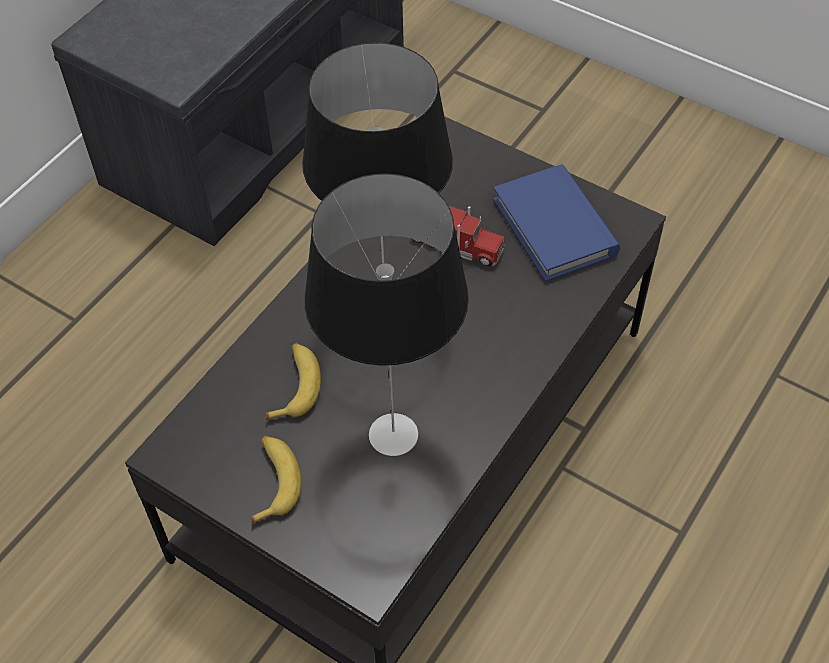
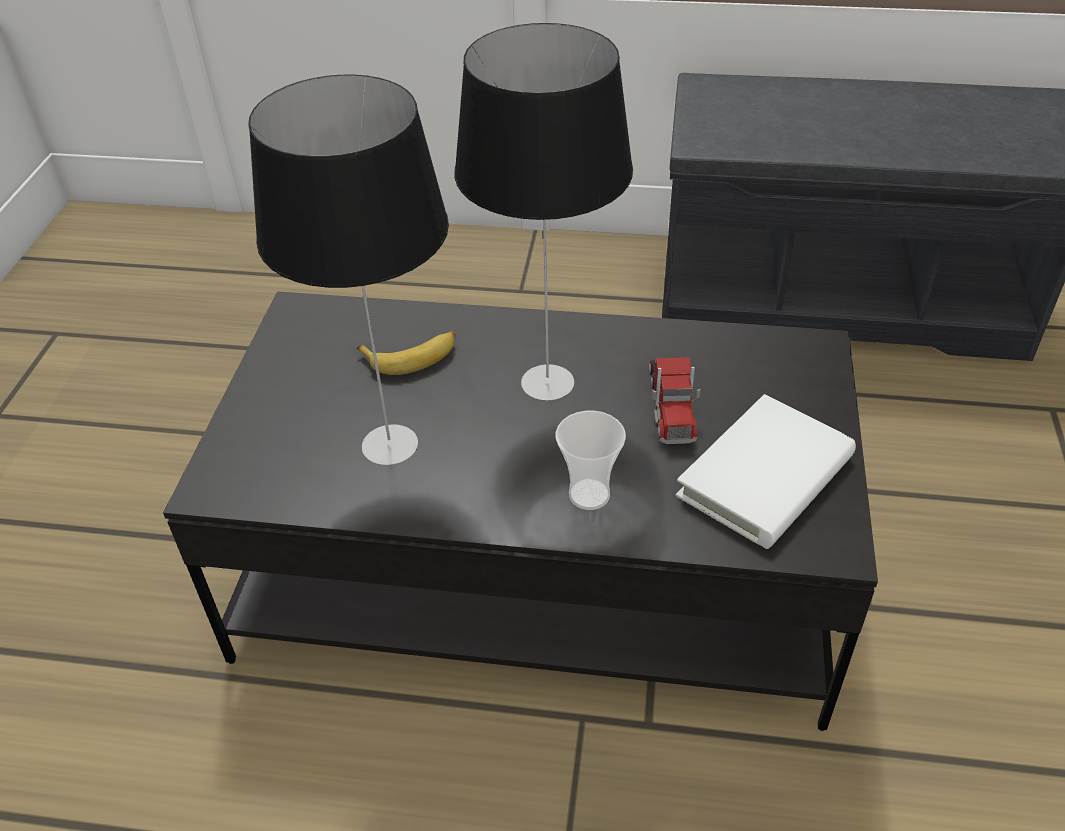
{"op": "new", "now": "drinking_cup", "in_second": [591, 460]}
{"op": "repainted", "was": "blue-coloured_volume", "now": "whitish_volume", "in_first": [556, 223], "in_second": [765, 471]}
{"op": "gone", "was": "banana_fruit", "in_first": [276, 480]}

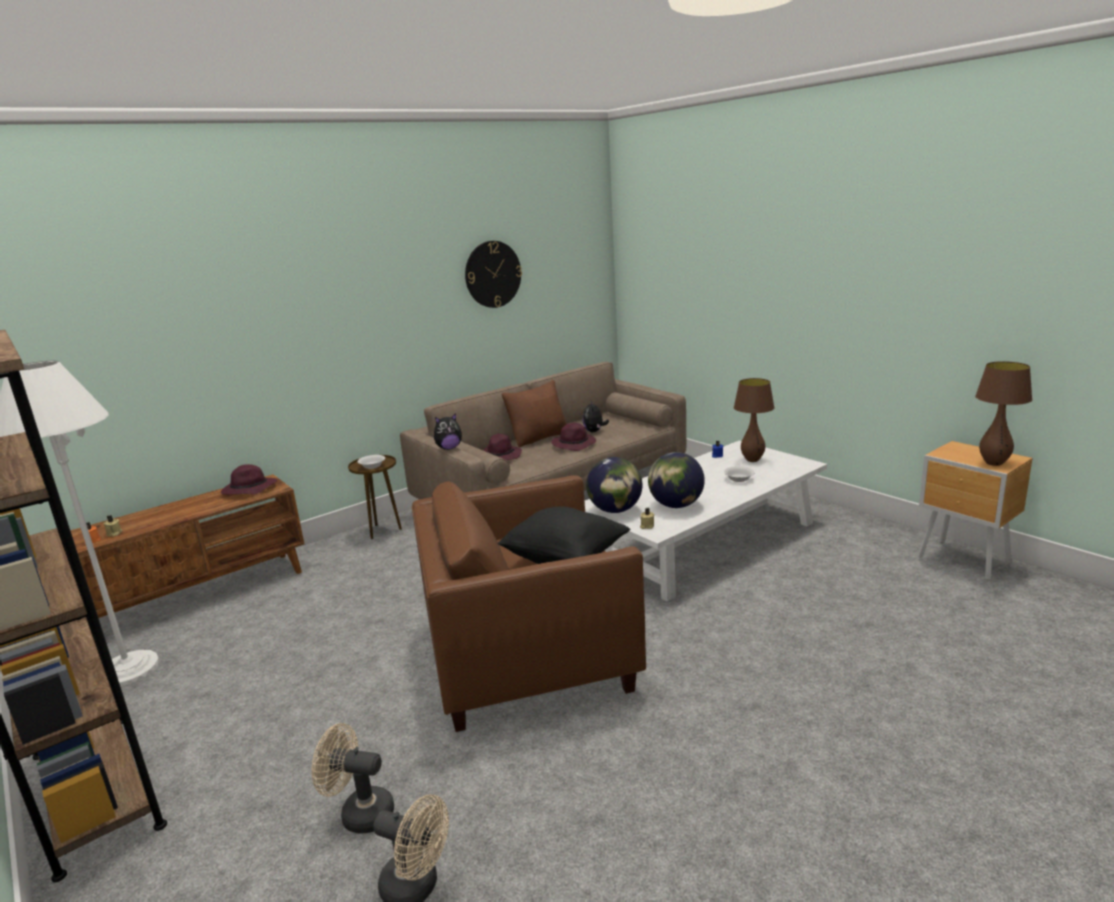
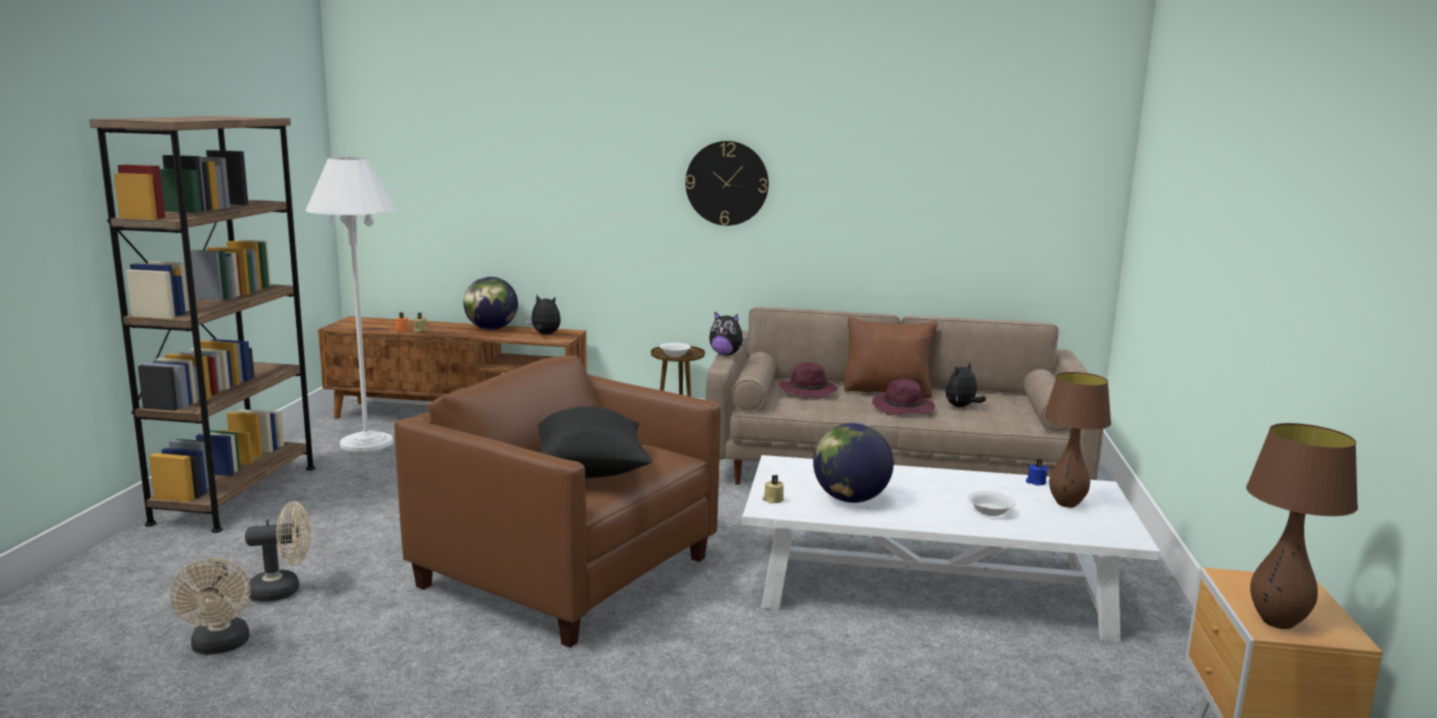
{"op": "rotated", "was": "beige-coloured_cooling_fan", "in_first": [353, 778], "in_second": [278, 551], "clockwise": 105}
{"op": "shifted", "was": "world_globe", "in_first": [614, 485], "in_second": [491, 303]}
{"op": "swapped", "was": "purple_hat", "now": "plush_toy", "in_first": [249, 479], "in_second": [543, 314]}
{"op": "shifted", "was": "hanging_clock", "in_first": [493, 274], "in_second": [727, 183]}

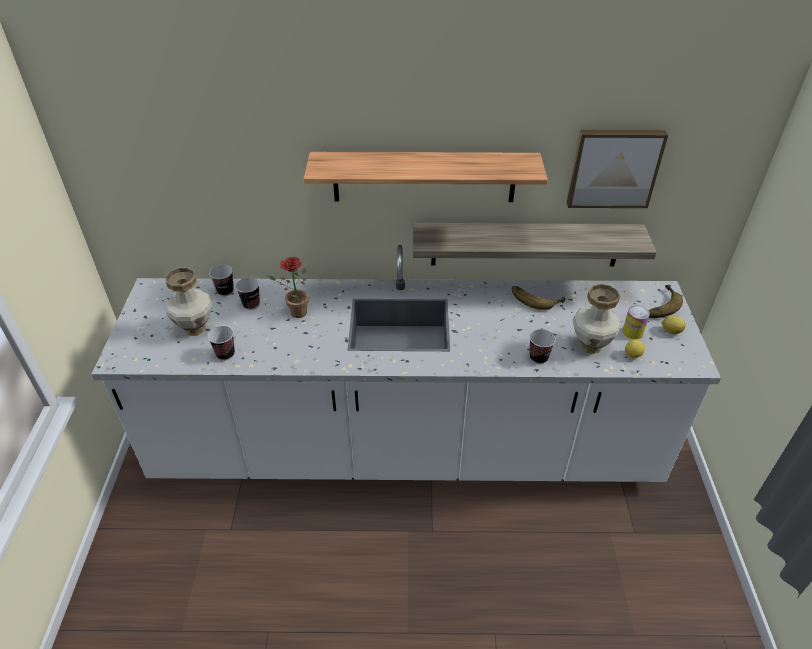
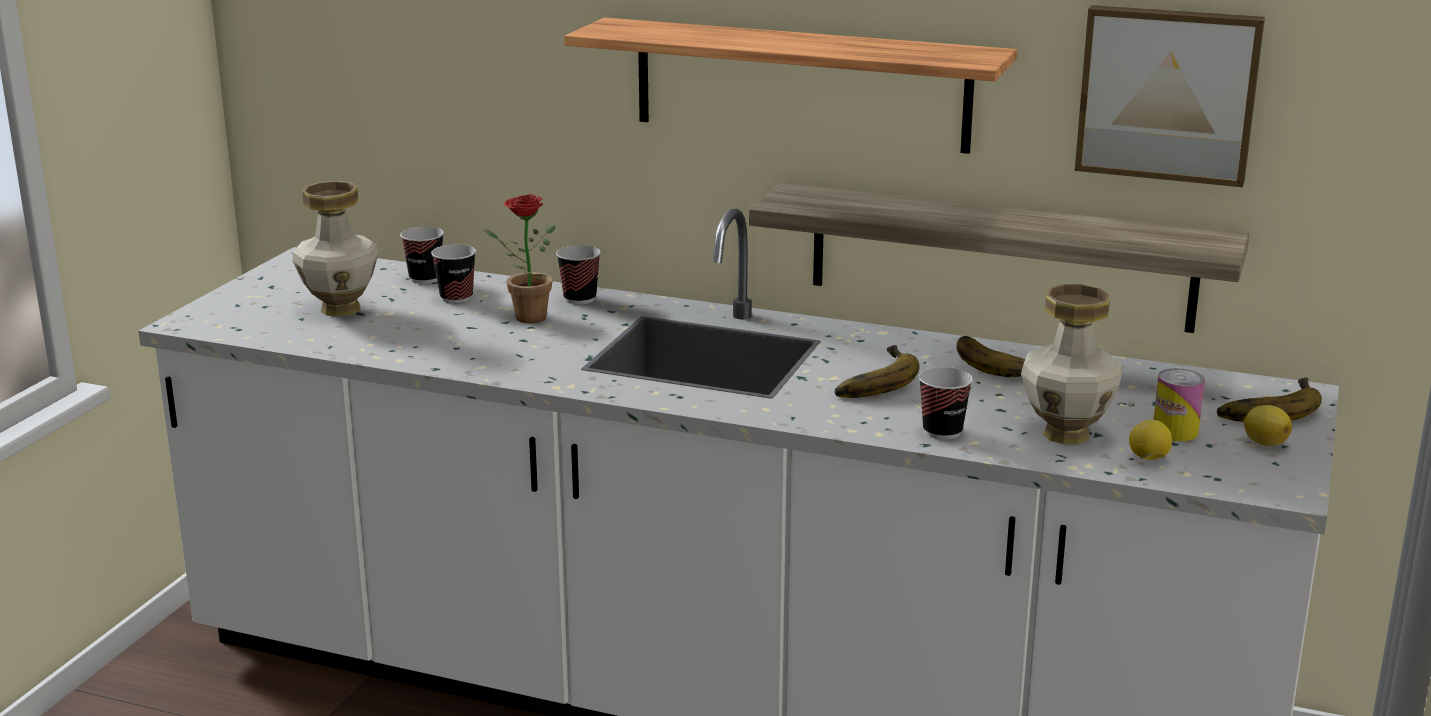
{"op": "shifted", "was": "drinking_cup", "in_first": [221, 343], "in_second": [578, 274]}
{"op": "new", "now": "banana_fruit", "in_second": [877, 371]}

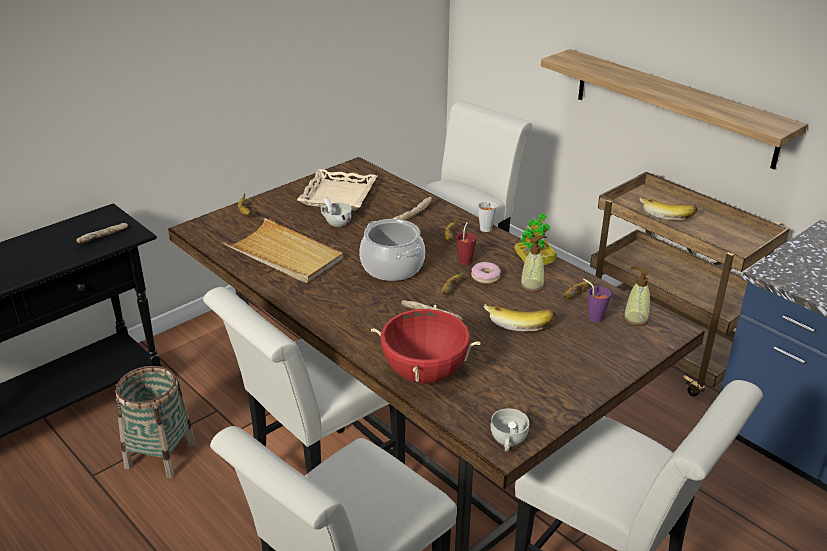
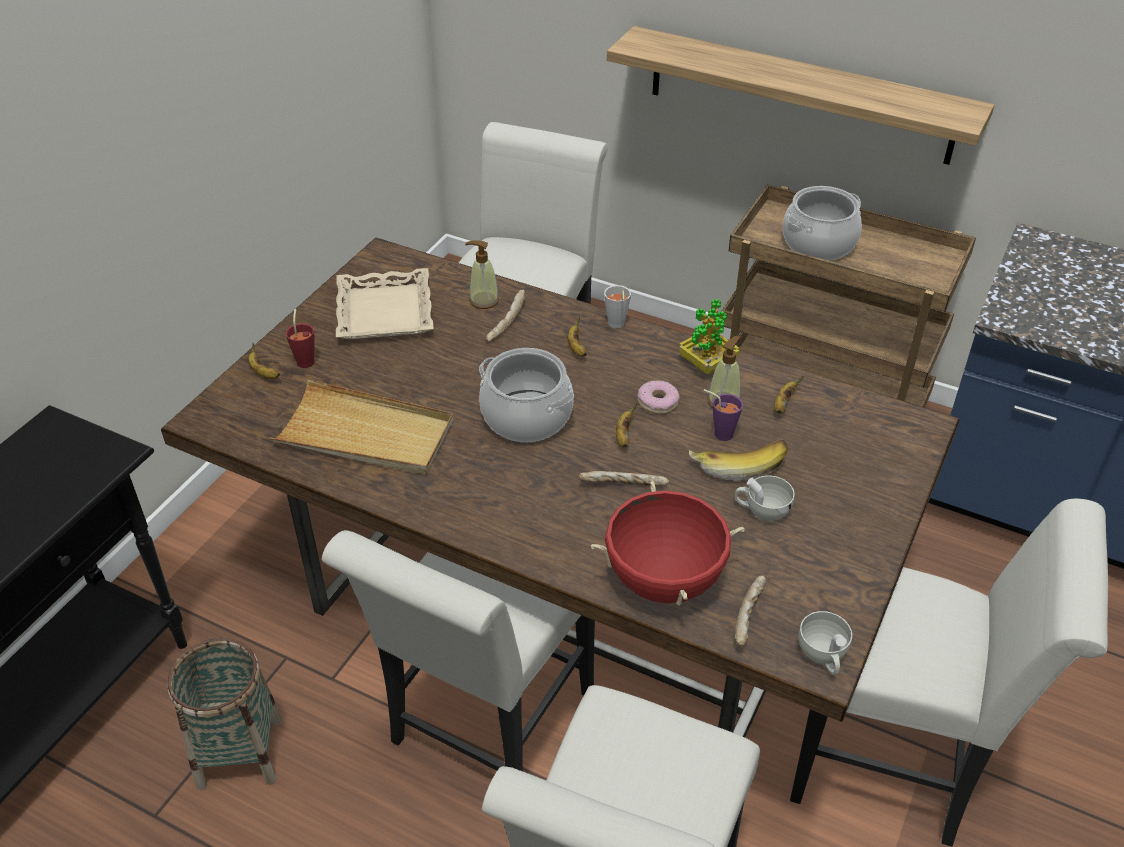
{"op": "shifted", "was": "red_drinking_cup", "in_first": [466, 243], "in_second": [300, 338]}
{"op": "shifted", "was": "liquid_soap_bottle", "in_first": [636, 296], "in_second": [482, 274]}
{"op": "shifted", "was": "purple_drinking_cup", "in_first": [597, 301], "in_second": [723, 415]}
{"op": "shifted", "was": "whitish_drinking_cup", "in_first": [336, 212], "in_second": [765, 498]}
{"op": "shifted", "was": "bread", "in_first": [102, 233], "in_second": [750, 611]}
{"op": "swapped", "was": "banana_fruit", "now": "cooking_pot", "in_first": [669, 208], "in_second": [822, 223]}

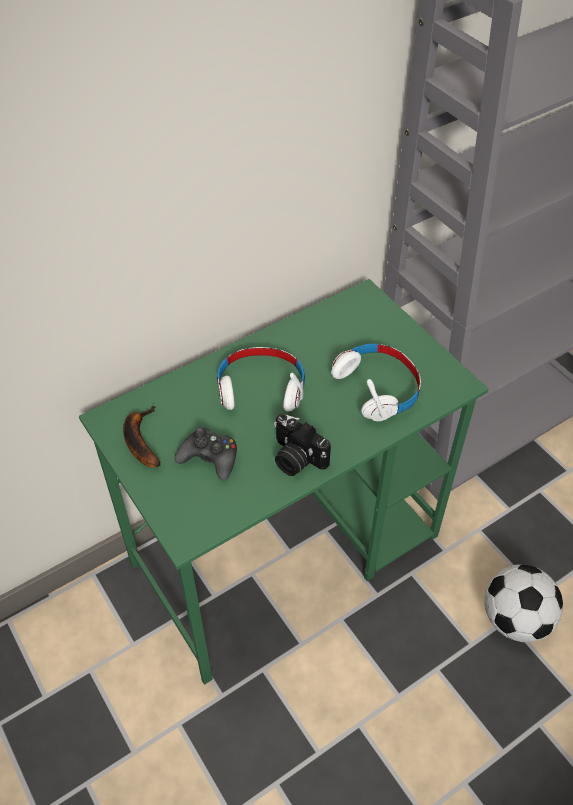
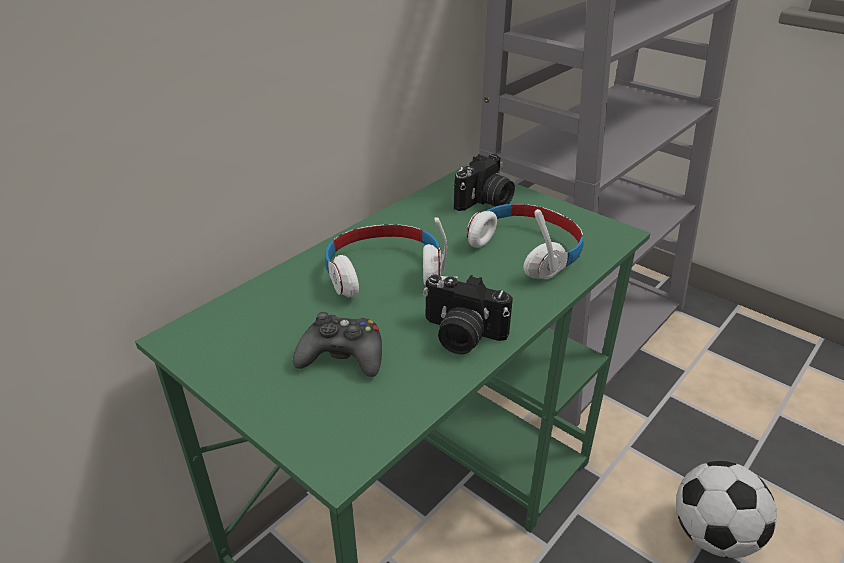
{"op": "new", "now": "still_camera", "in_second": [484, 182]}
{"op": "gone", "was": "banana_fruit", "in_first": [142, 437]}

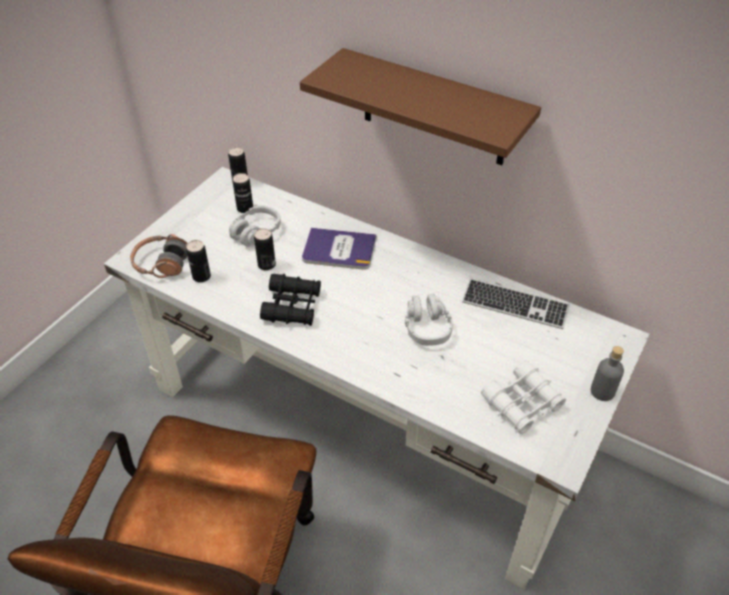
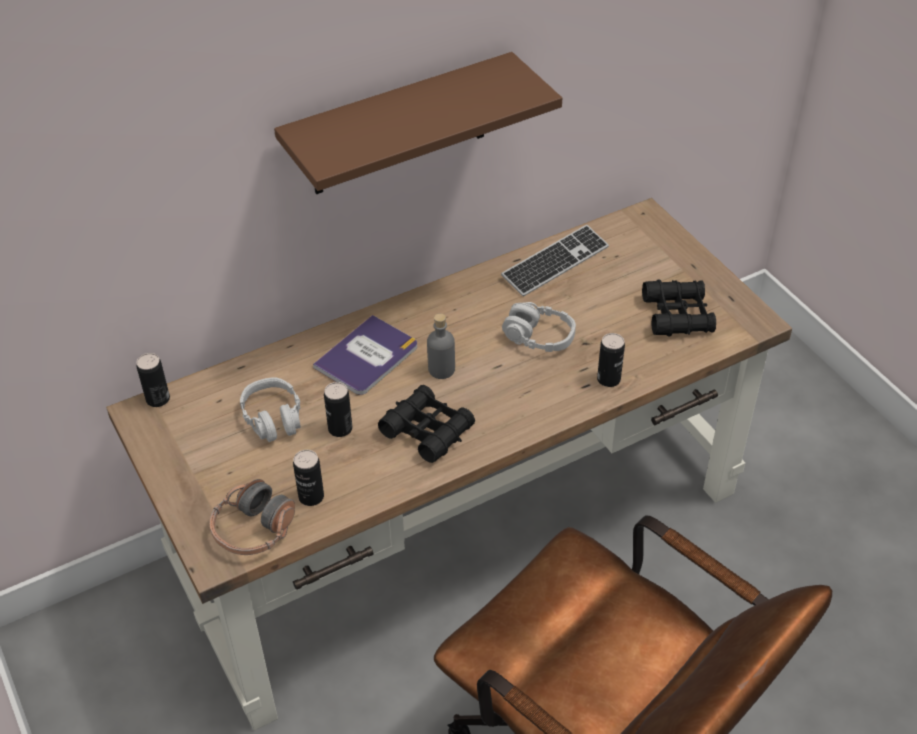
{"op": "repainted", "was": "whitish_desk_unit", "now": "brown_desk_unit", "in_first": [377, 378], "in_second": [449, 464]}
{"op": "shifted", "was": "greyish_drink_bottle", "in_first": [607, 373], "in_second": [441, 346]}
{"op": "shifted", "was": "sealed_can", "in_first": [243, 193], "in_second": [611, 360]}
{"op": "repainted", "was": "whitish_pair_of_binoculars", "now": "black_pair_of_binoculars", "in_first": [523, 397], "in_second": [679, 308]}

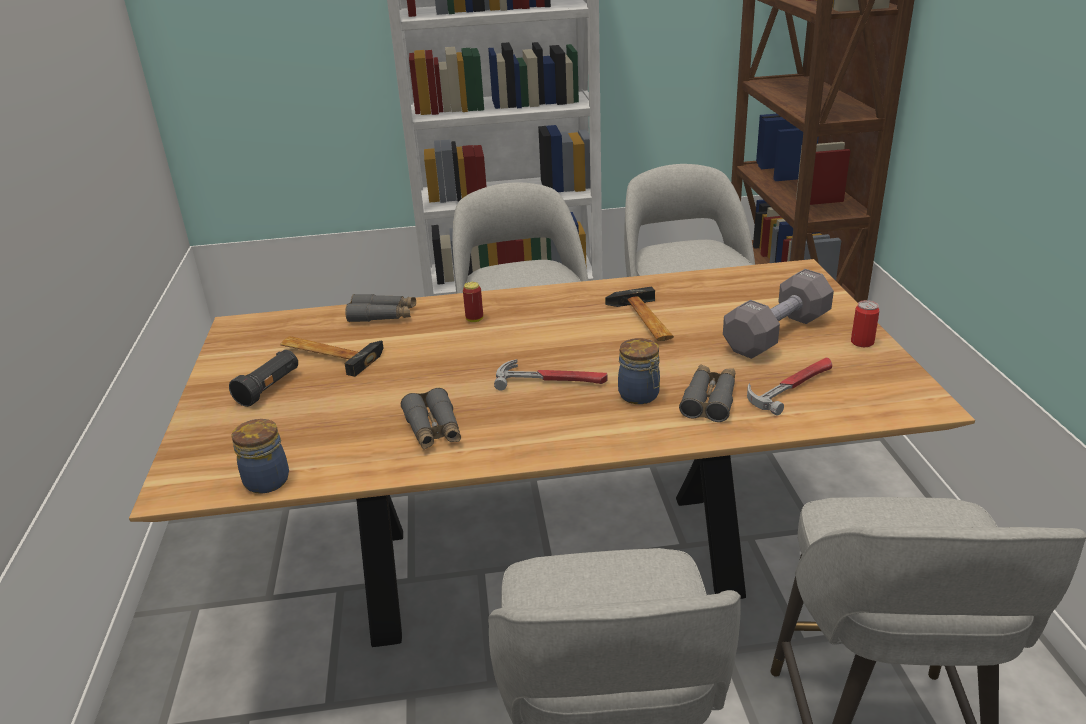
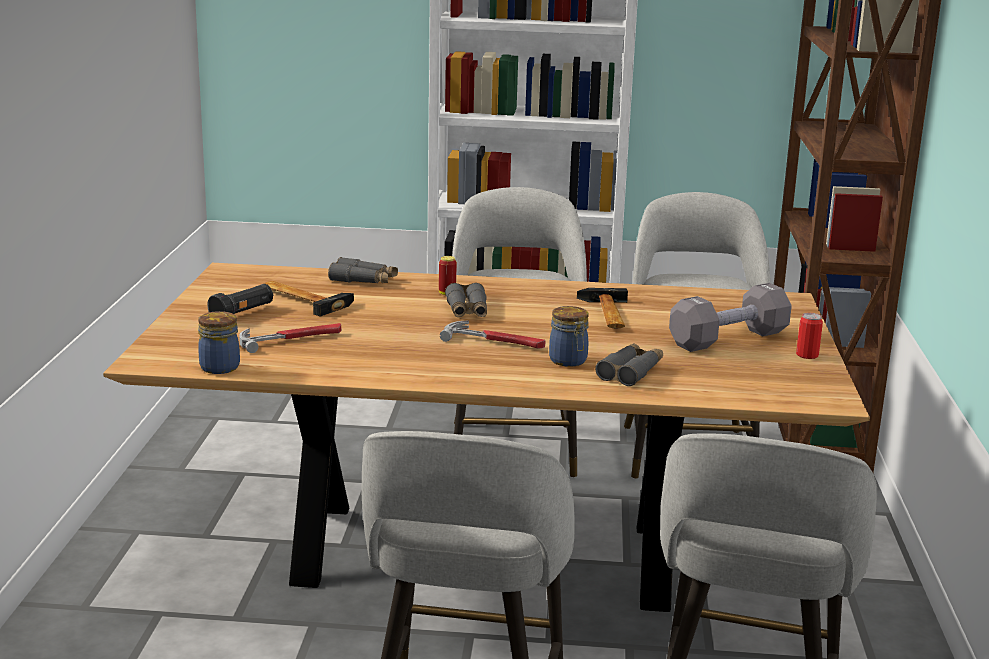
{"op": "shifted", "was": "hand_hammer", "in_first": [789, 387], "in_second": [290, 338]}
{"op": "shifted", "was": "greyish_pair_of_binoculars", "in_first": [431, 419], "in_second": [466, 300]}

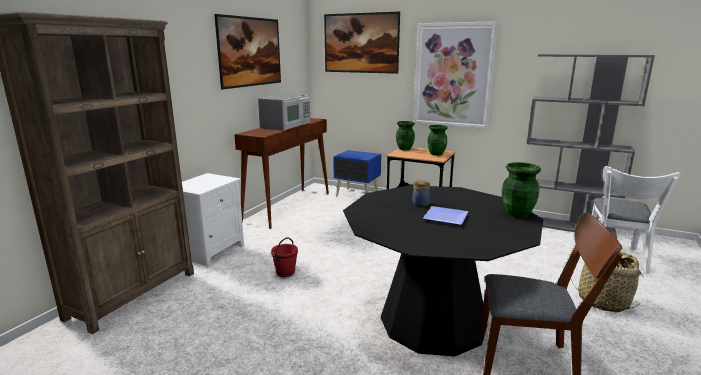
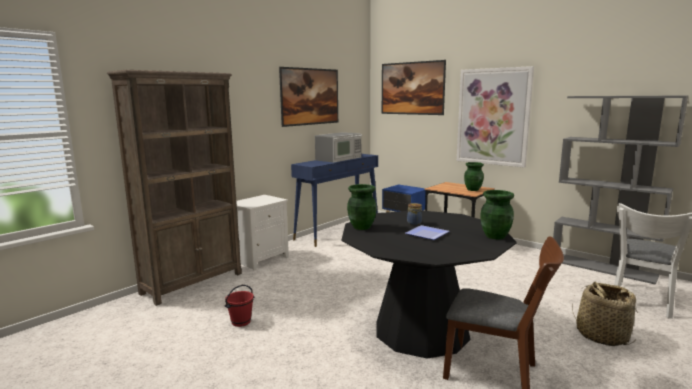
{"op": "shifted", "was": "red_water_bucket", "in_first": [284, 257], "in_second": [239, 306]}
{"op": "repainted", "was": "brown_hall_table", "now": "blue-coloured_hall_table", "in_first": [281, 173], "in_second": [334, 200]}
{"op": "shifted", "was": "green_flower_vase", "in_first": [405, 135], "in_second": [362, 207]}

